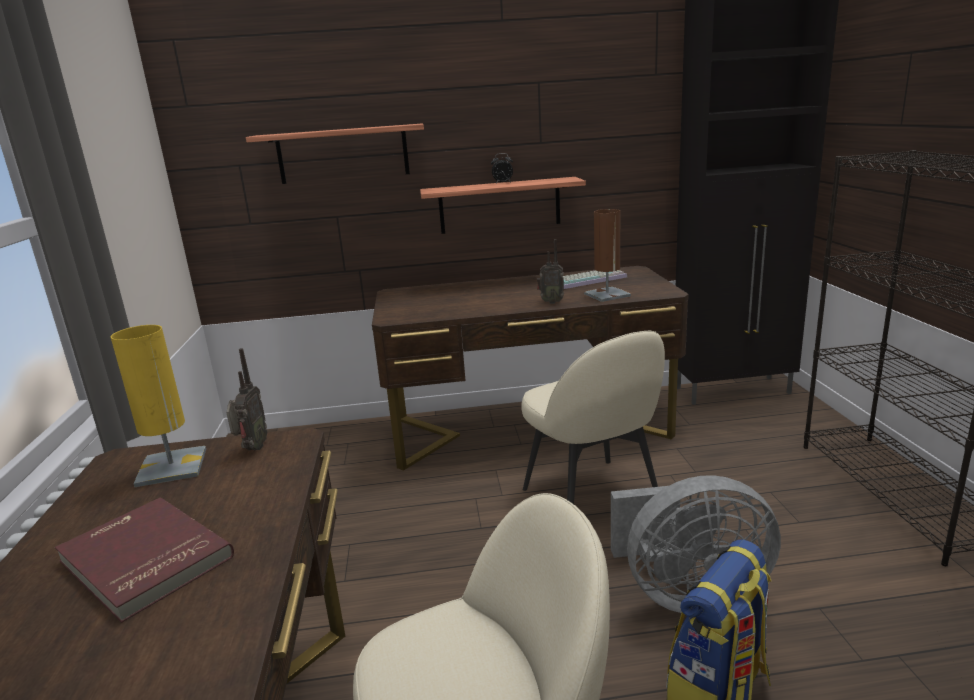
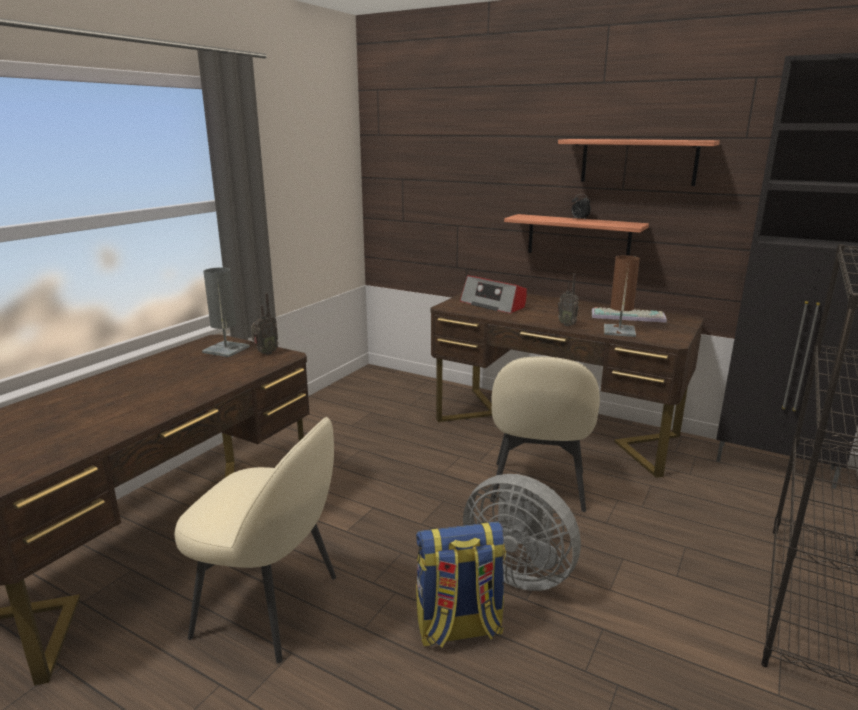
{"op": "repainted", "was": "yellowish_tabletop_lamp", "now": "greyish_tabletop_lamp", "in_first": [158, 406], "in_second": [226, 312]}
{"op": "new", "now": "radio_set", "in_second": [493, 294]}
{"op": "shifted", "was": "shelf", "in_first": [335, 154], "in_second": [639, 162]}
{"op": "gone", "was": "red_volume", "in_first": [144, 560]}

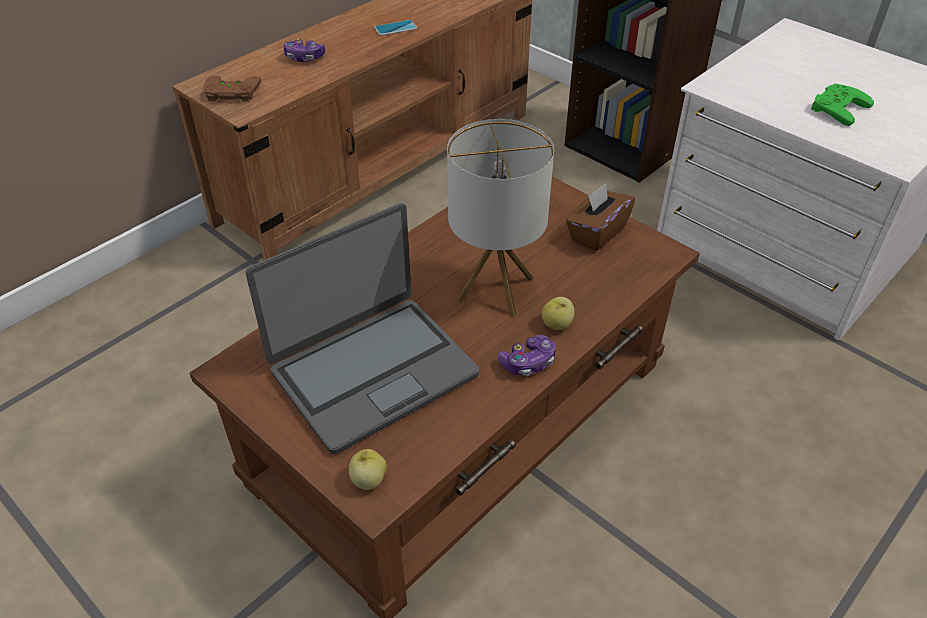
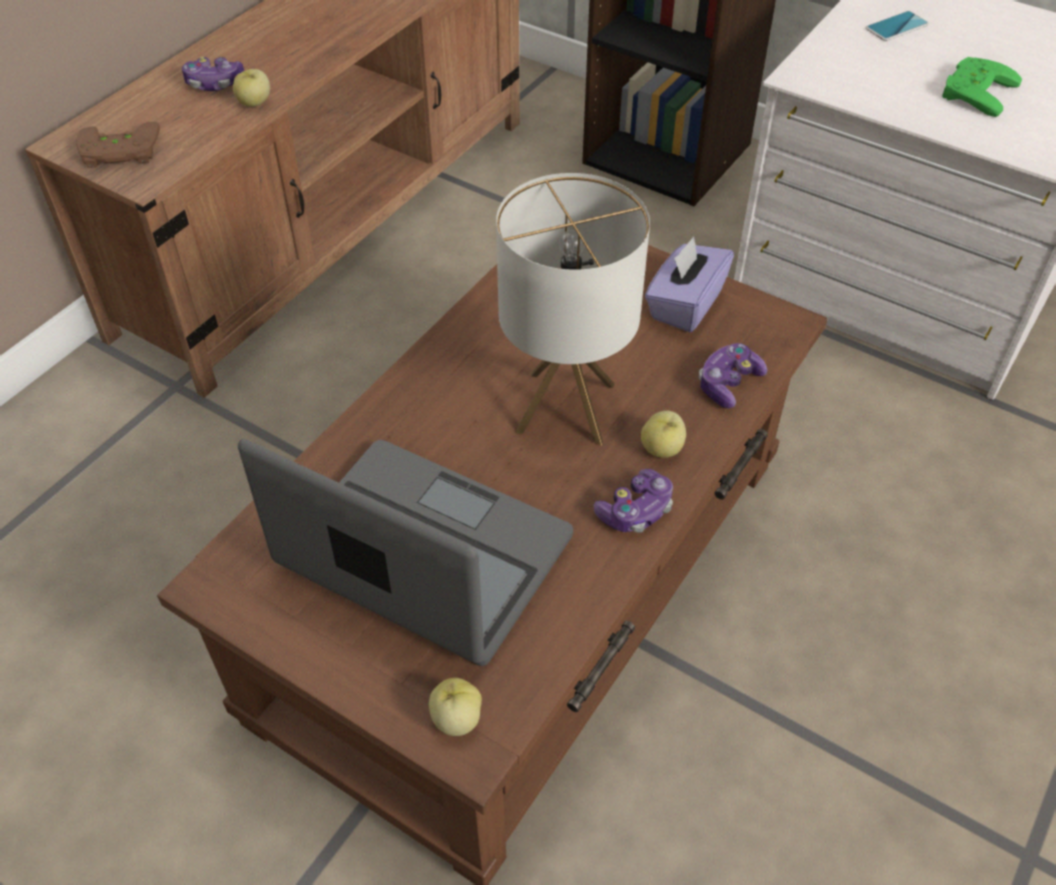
{"op": "new", "now": "whole_apple", "in_second": [251, 88]}
{"op": "rotated", "was": "notebook_computer", "in_first": [362, 328], "in_second": [405, 552], "clockwise": -105}
{"op": "repainted", "was": "brown_tissue_holder", "now": "purple_tissue_holder", "in_first": [600, 217], "in_second": [689, 284]}
{"op": "new", "now": "game_controller", "in_second": [733, 375]}
{"op": "shifted", "was": "phone", "in_first": [395, 28], "in_second": [897, 26]}

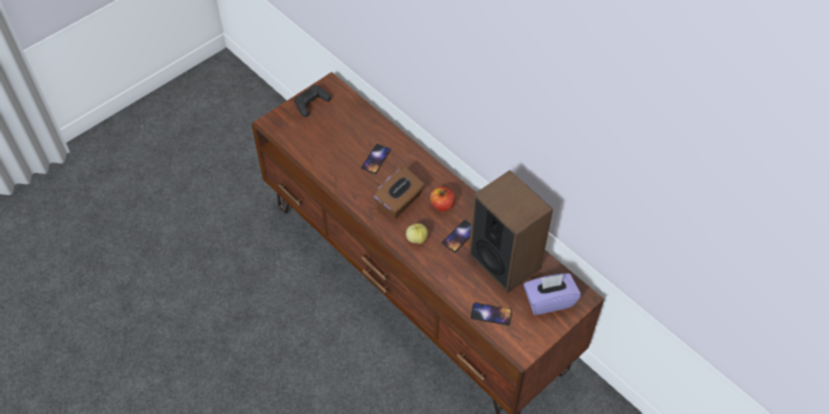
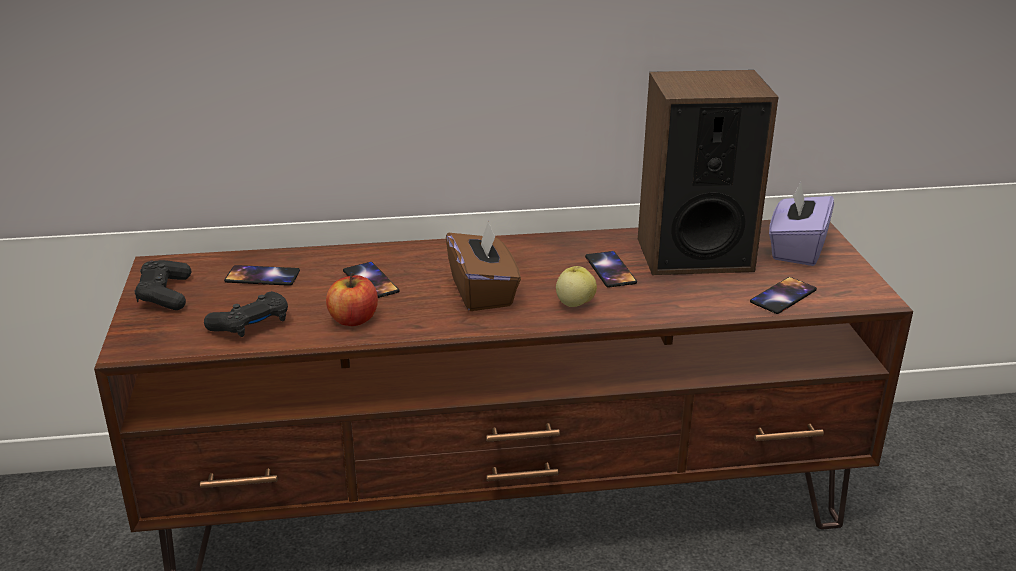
{"op": "new", "now": "black_game_controller", "in_second": [246, 314]}
{"op": "new", "now": "phone", "in_second": [262, 275]}
{"op": "shifted", "was": "whole_apple", "in_first": [442, 199], "in_second": [352, 299]}

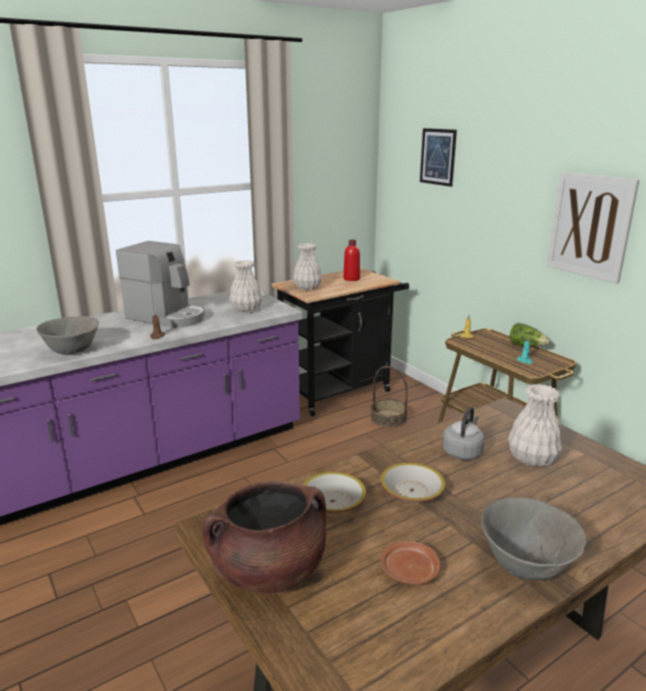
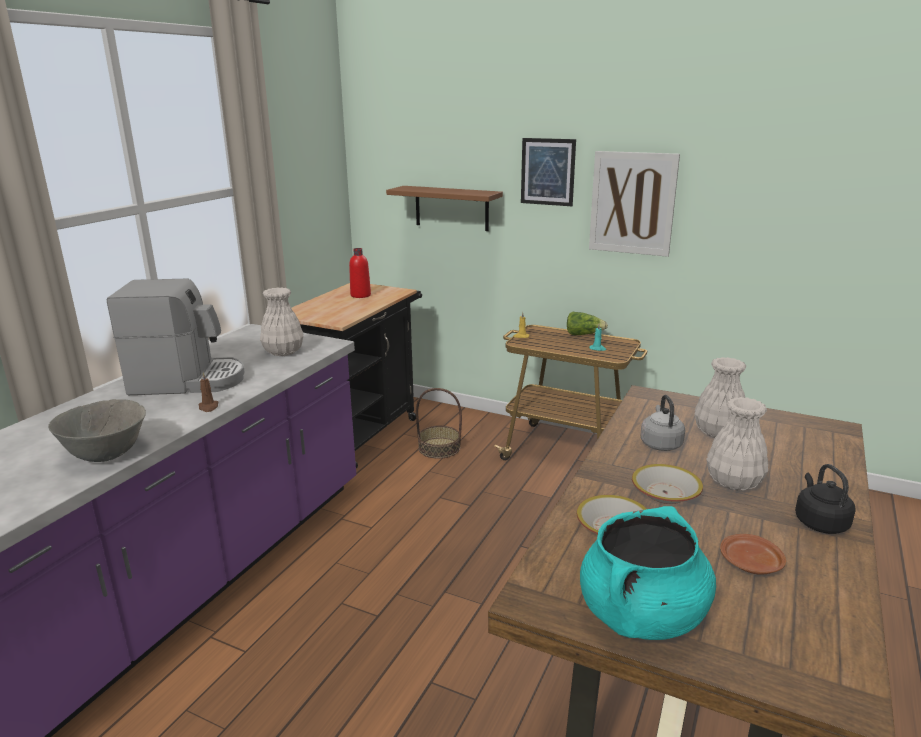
{"op": "new", "now": "brown_shelf", "in_second": [444, 208]}
{"op": "shifted", "was": "wall_art", "in_first": [438, 157], "in_second": [548, 172]}
{"op": "repainted", "was": "brown_cooking_pot", "now": "blue-green_cooking_pot", "in_first": [264, 537], "in_second": [648, 573]}
{"op": "shifted", "was": "whitish_flower_vase", "in_first": [307, 266], "in_second": [737, 444]}
{"op": "swapped", "was": "greyish_bowl", "now": "black_water_kettle", "in_first": [533, 539], "in_second": [825, 499]}

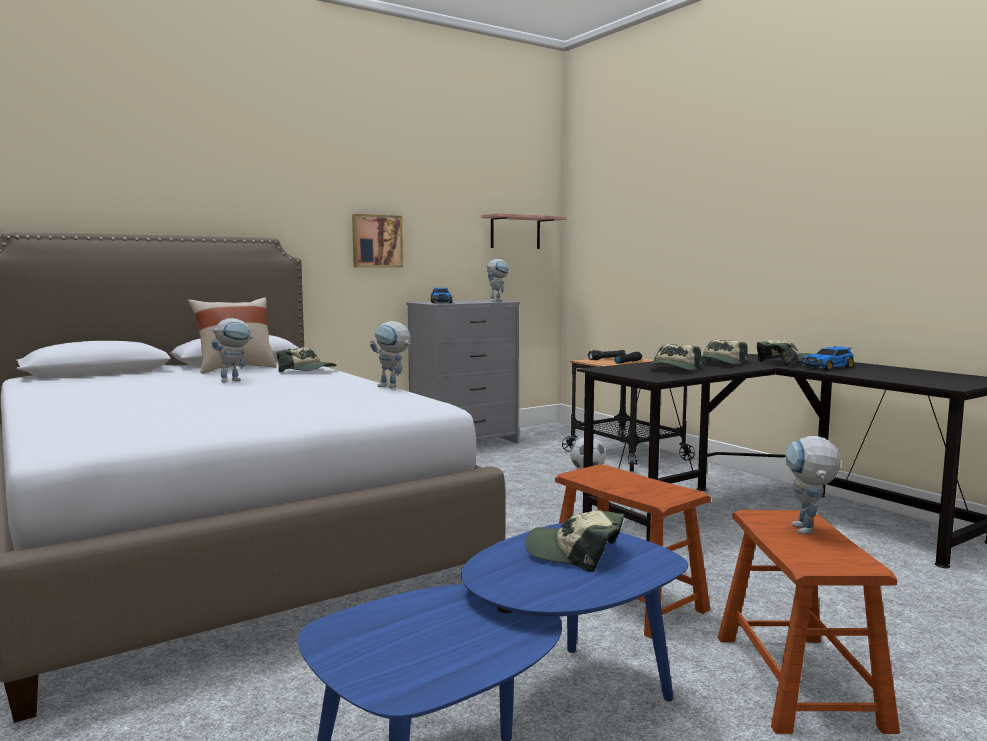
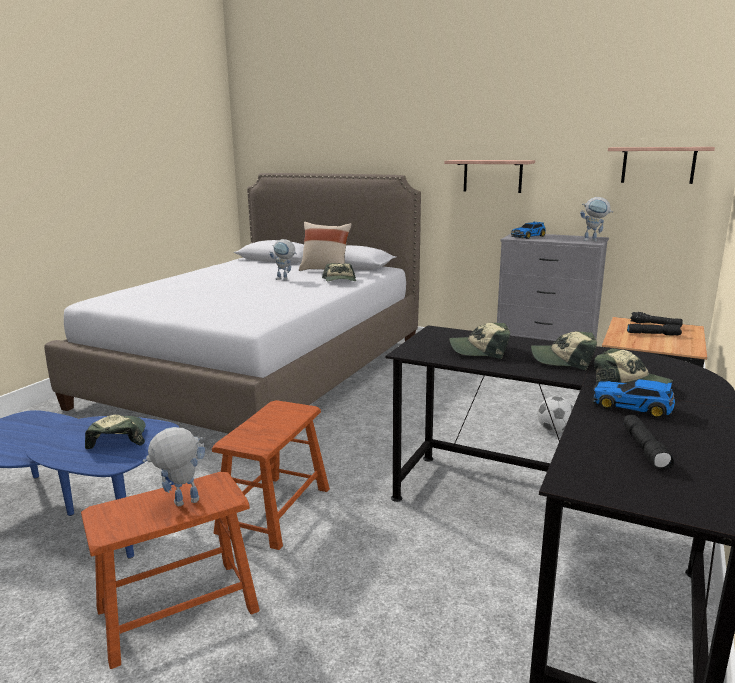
{"op": "swapped", "was": "wall_art", "now": "shelf", "in_first": [377, 240], "in_second": [489, 176]}
{"op": "new", "now": "black_hand_torch", "in_second": [649, 442]}
{"op": "gone", "was": "model_robot", "in_first": [390, 354]}

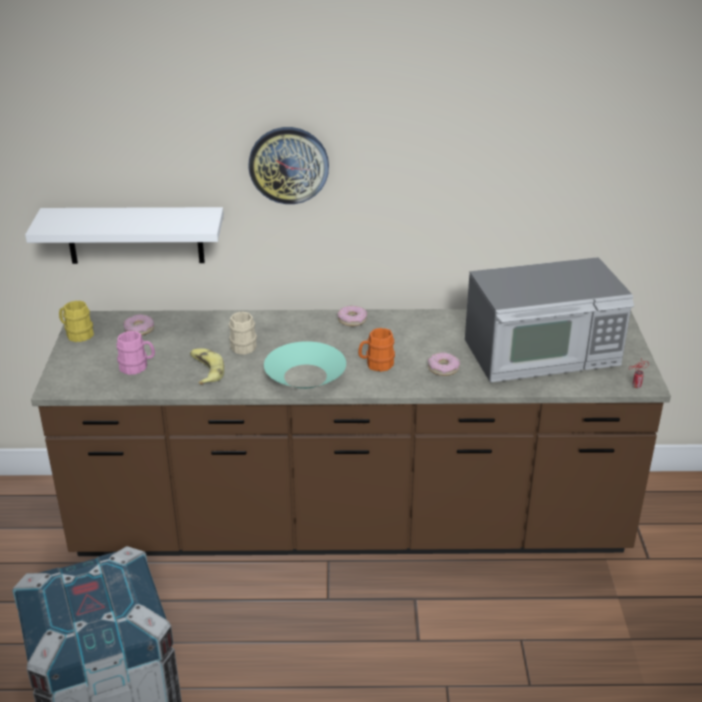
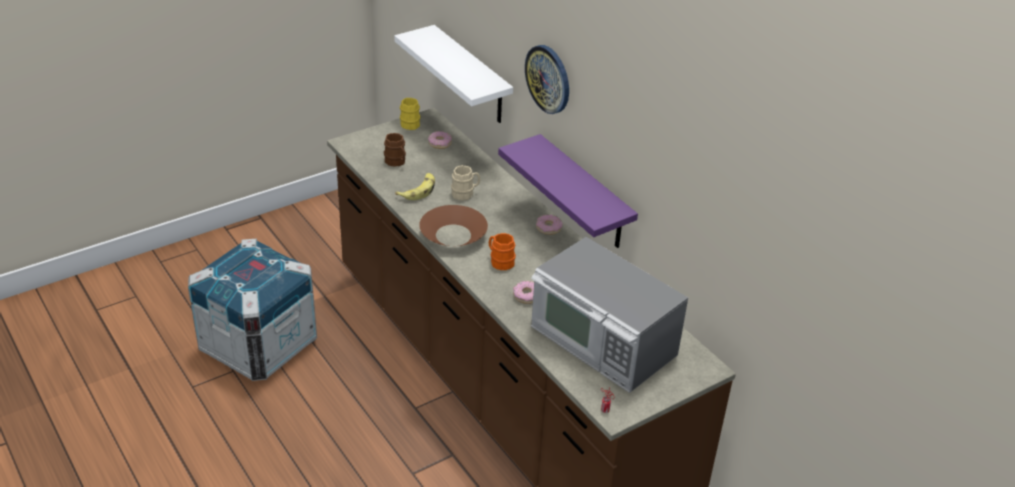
{"op": "repainted", "was": "pink-coloured_coffee_mug", "now": "brown_coffee_mug", "in_first": [136, 353], "in_second": [395, 150]}
{"op": "repainted", "was": "blue-green_bowl", "now": "brown_bowl", "in_first": [305, 365], "in_second": [453, 225]}
{"op": "new", "now": "purple_shelf", "in_second": [568, 191]}

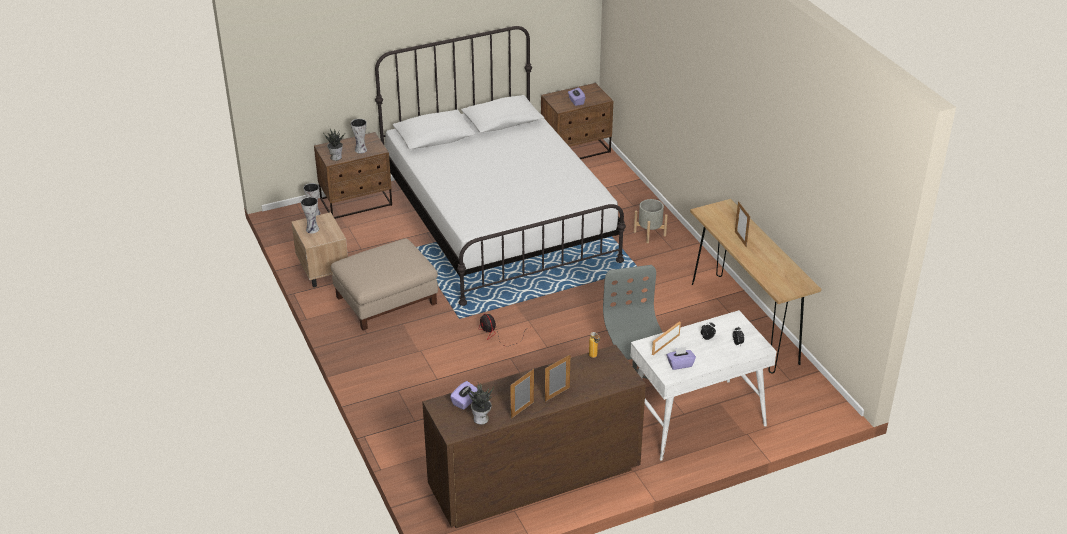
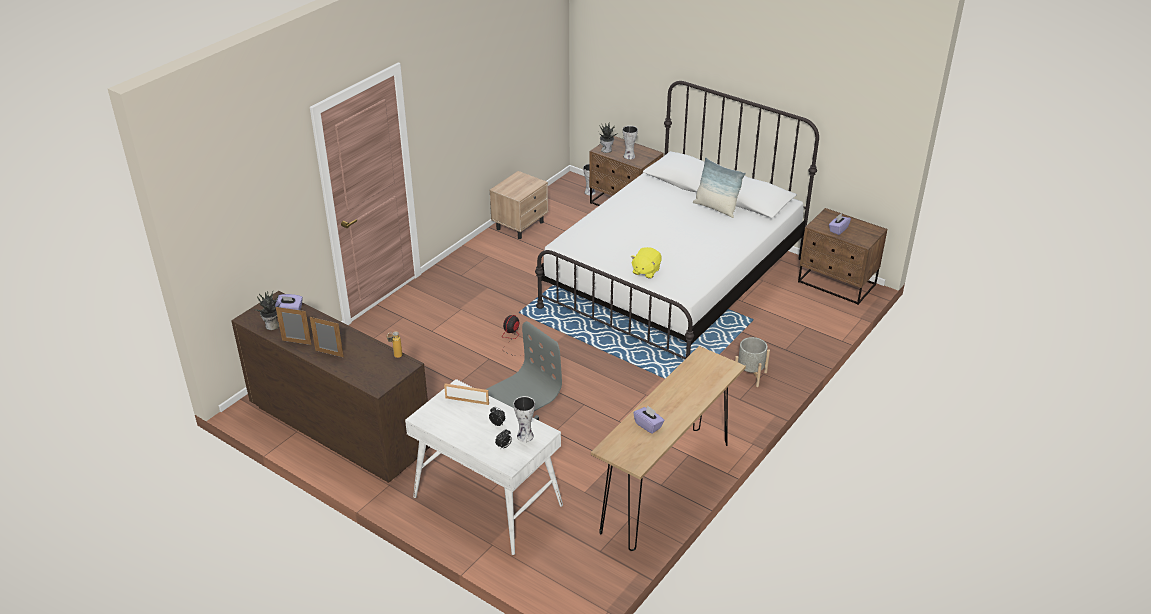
{"op": "shifted", "was": "flower_vase", "in_first": [310, 215], "in_second": [524, 419]}
{"op": "new", "now": "yellowish_plush_toy", "in_second": [646, 263]}
{"op": "shifted", "was": "purple_tissue_holder", "in_first": [681, 358], "in_second": [649, 419]}
{"op": "new", "now": "throw_pillow", "in_second": [719, 187]}
{"op": "gone", "was": "beige-coloured_ottoman", "in_first": [384, 284]}
{"op": "gone", "was": "photo_frame", "in_first": [742, 224]}

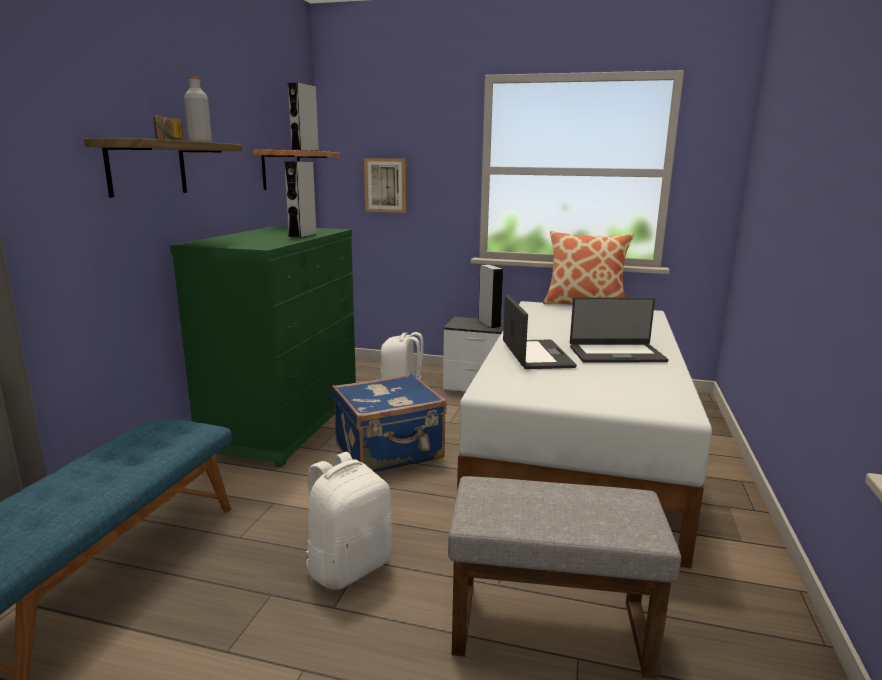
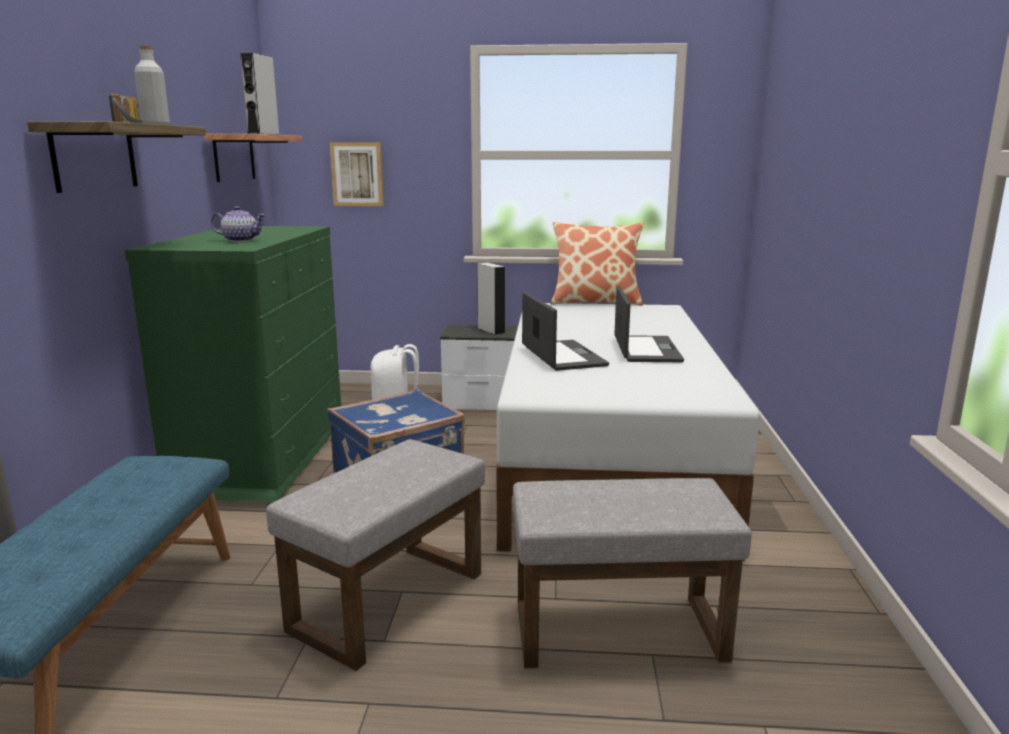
{"op": "new", "now": "tea_pot", "in_second": [238, 224]}
{"op": "swapped", "was": "whitish_rucksack", "now": "greyish_ottoman", "in_first": [349, 521], "in_second": [375, 555]}
{"op": "rotated", "was": "notebook_computer", "in_first": [619, 329], "in_second": [649, 324], "clockwise": -75}
{"op": "gone", "was": "greyish_audio_speaker", "in_first": [300, 199]}

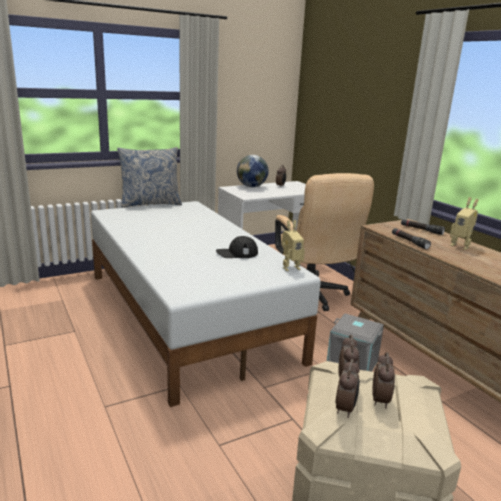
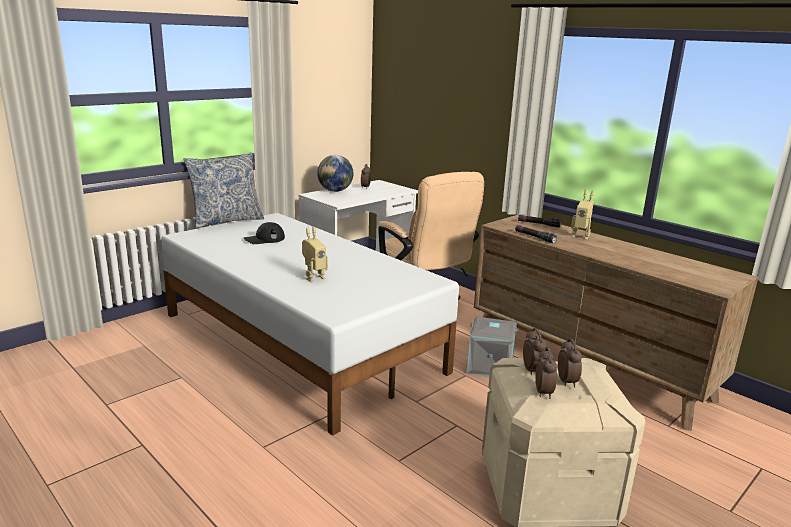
{"op": "shifted", "was": "black_cap", "in_first": [237, 247], "in_second": [264, 233]}
{"op": "shifted", "was": "model_robot", "in_first": [293, 245], "in_second": [315, 254]}

